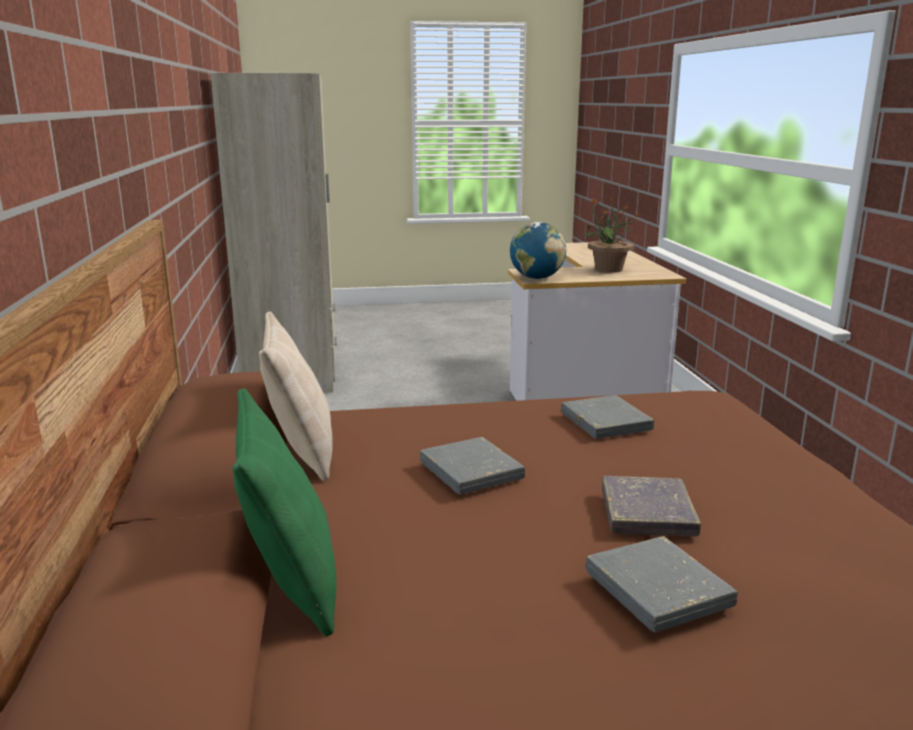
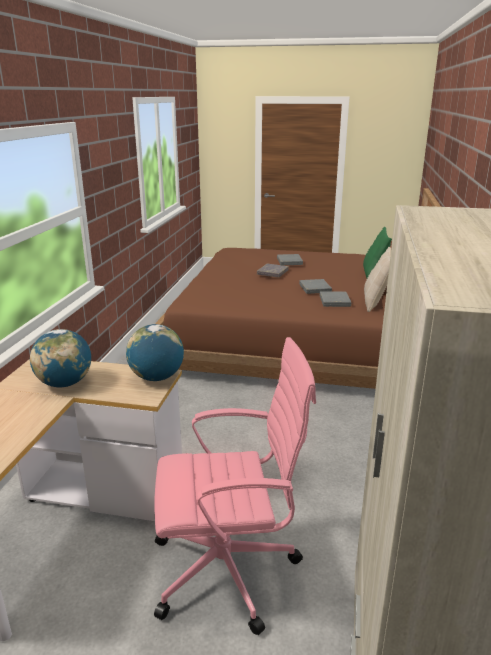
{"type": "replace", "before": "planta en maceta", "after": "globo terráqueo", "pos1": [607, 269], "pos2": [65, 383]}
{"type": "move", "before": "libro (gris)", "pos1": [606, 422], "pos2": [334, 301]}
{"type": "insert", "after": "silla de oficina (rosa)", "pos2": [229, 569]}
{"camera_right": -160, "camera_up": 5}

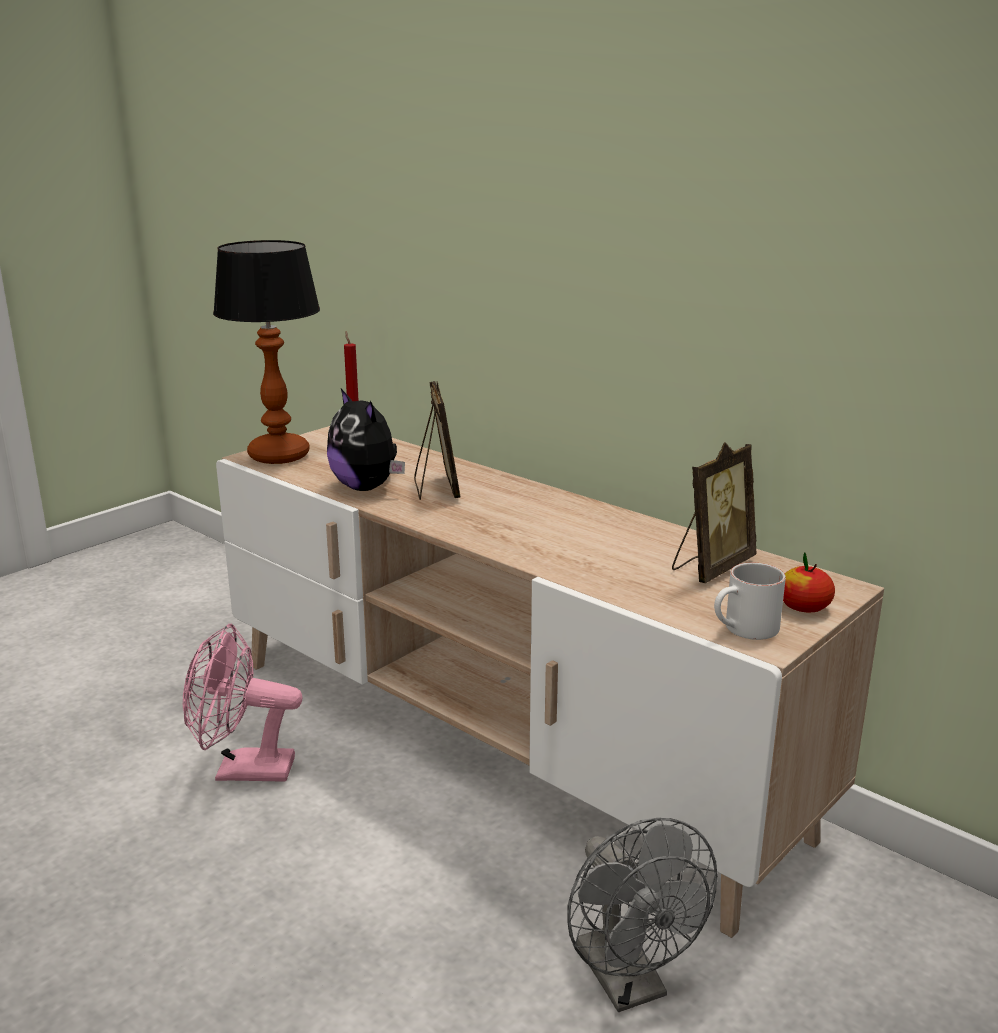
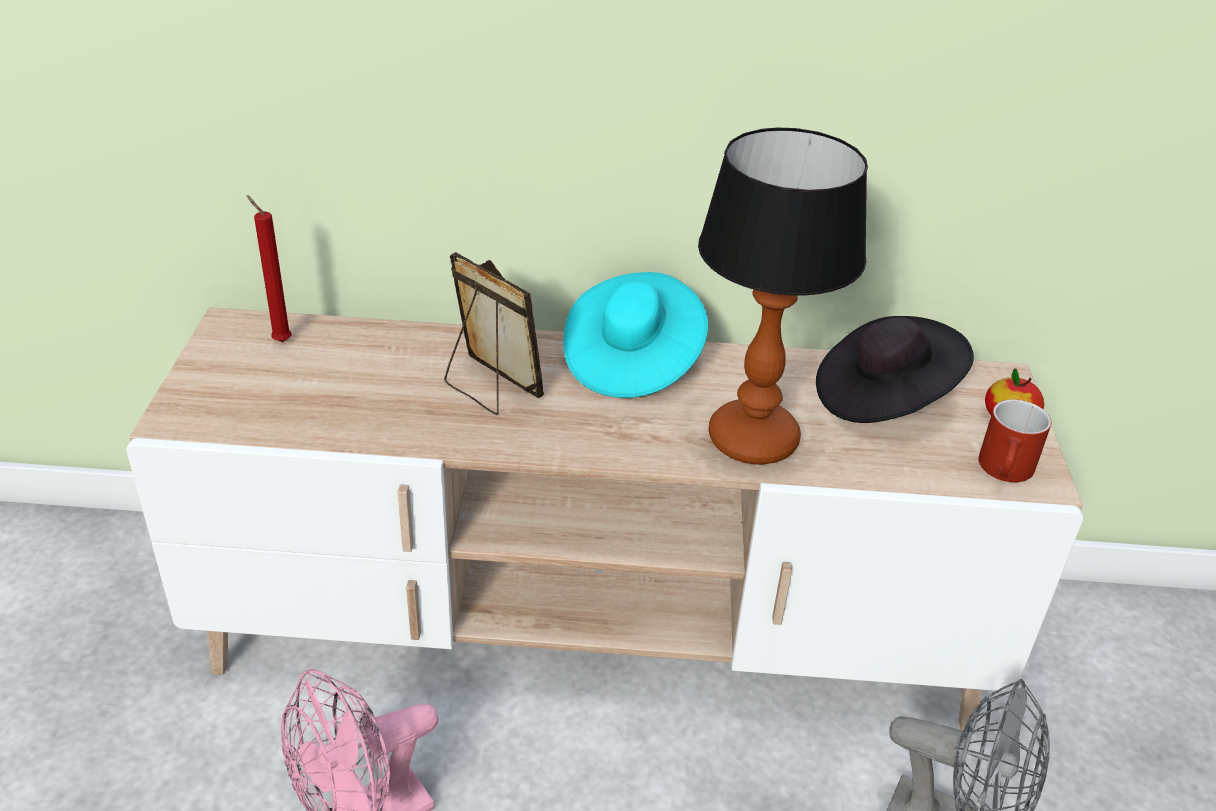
{"type": "move", "before": "lámpara de mesa", "pos1": [280, 456], "pos2": [755, 440]}
{"type": "delete", "before": "peluche", "pos1": [367, 487]}
{"type": "replace", "before": "portarretratos", "after": "sombrero (negro)", "pos1": [711, 567], "pos2": [883, 398]}
{"type": "recolor", "before": "taza grande (blanco)", "after": "taza grande (rojo)", "pos1": [745, 630], "pos2": [1006, 472]}
{"type": "insert", "after": "sombrero (turquesa)", "pos2": [632, 361]}
{"camera_right": -40, "camera_up": 15}

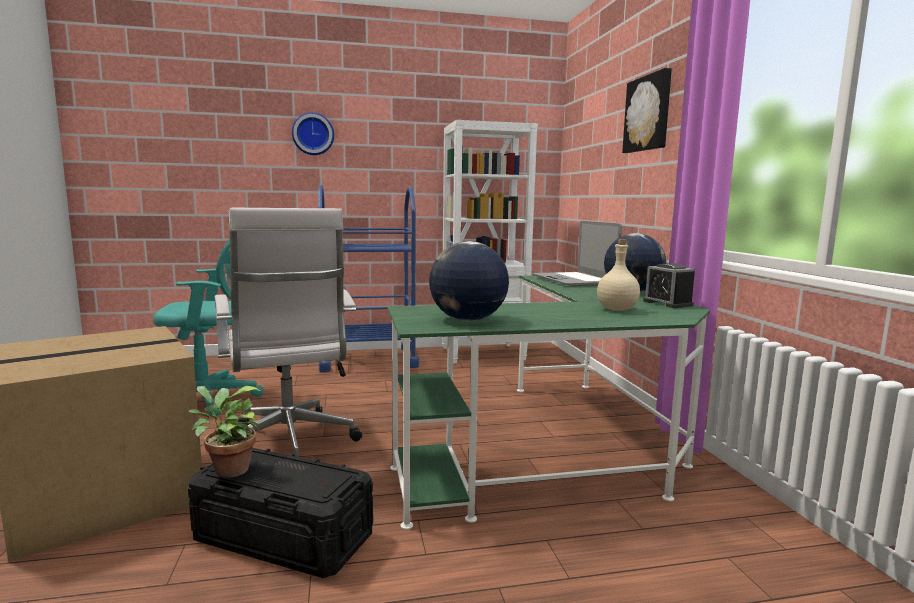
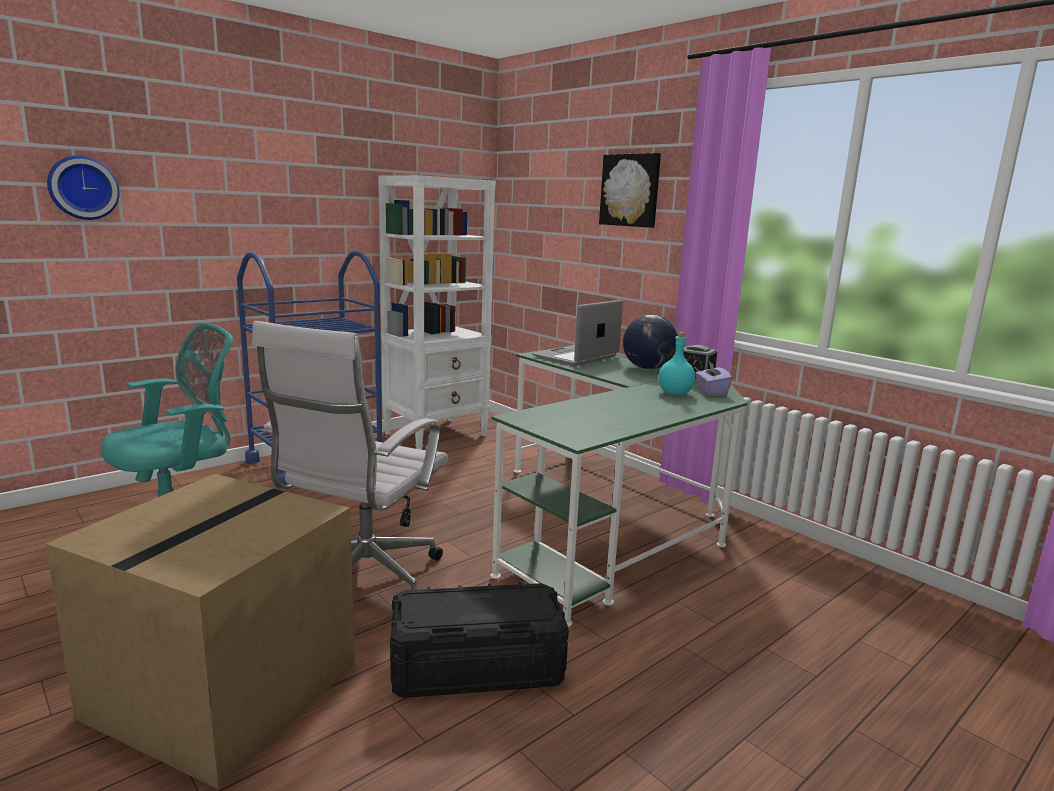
{"type": "move", "before": "reloj de pared", "pos1": [313, 134], "pos2": [83, 188]}
{"type": "rotate", "before": "silla de oficina (blanco)", "pos1": [290, 445], "pos2": [361, 581], "turn": 75}
{"type": "rotate", "before": "portátil", "pos1": [574, 280], "pos2": [576, 357], "turn": 90}
{"type": "recolor", "before": "botella (beis)", "after": "botella (turquesa)", "pos1": [617, 310], "pos2": [675, 393]}
{"type": "delete", "before": "globo terráqueo", "pos1": [467, 320]}
{"type": "delete", "before": "planta en maceta", "pos1": [228, 469]}
{"type": "insert", "after": "caja de pañuelos (morado)", "pos2": [711, 392]}
{"camera_right": -30, "camera_up": 5}

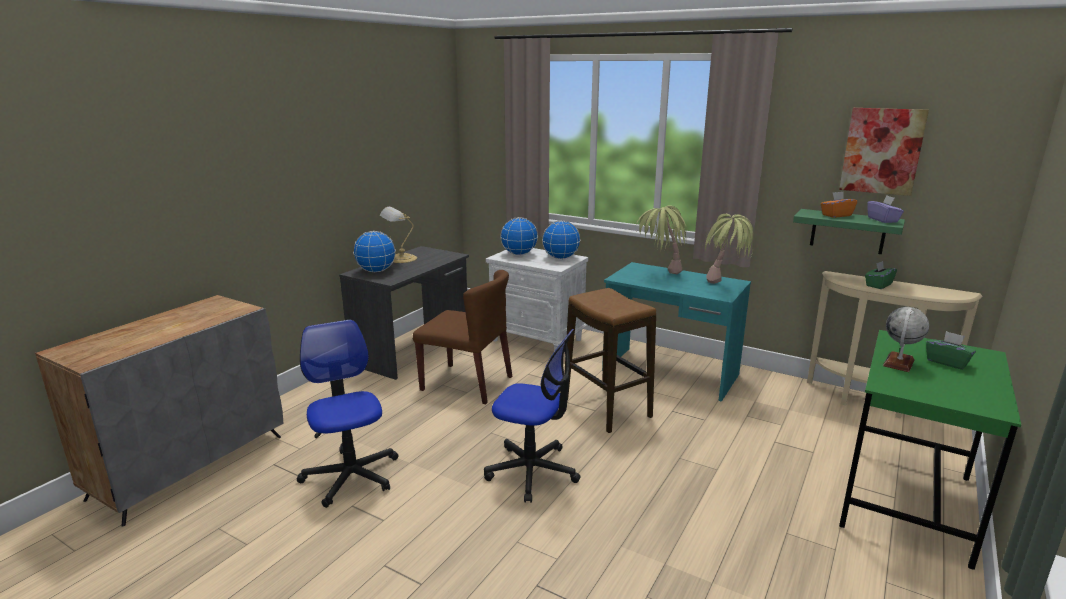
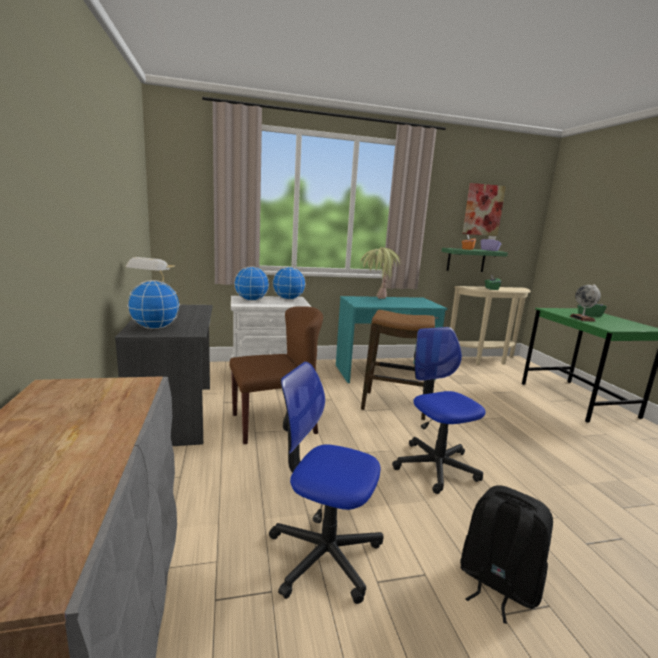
{"type": "delete", "before": "planta en maceta", "pos1": [724, 287]}
{"type": "rotate", "before": "silla de oficina", "pos1": [532, 471], "pos2": [436, 466], "turn": -90}
{"type": "insert", "after": "mochila (negro)", "pos2": [497, 584]}
{"camera_right": -45, "camera_up": -5}

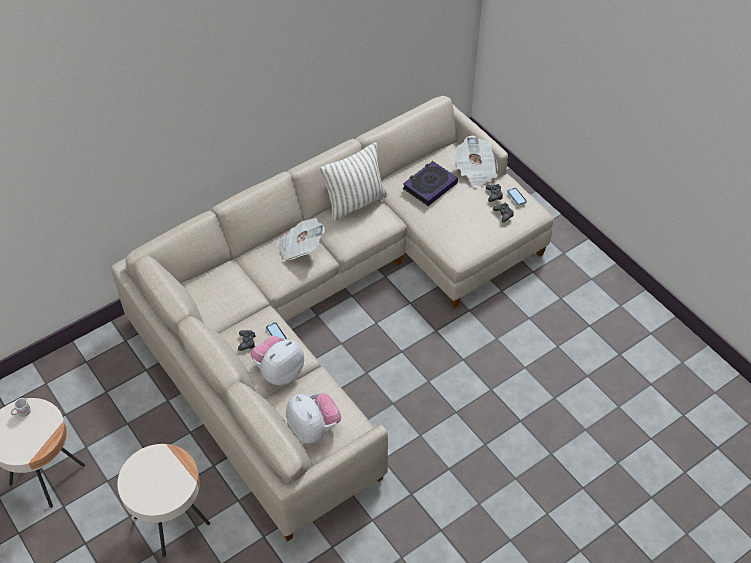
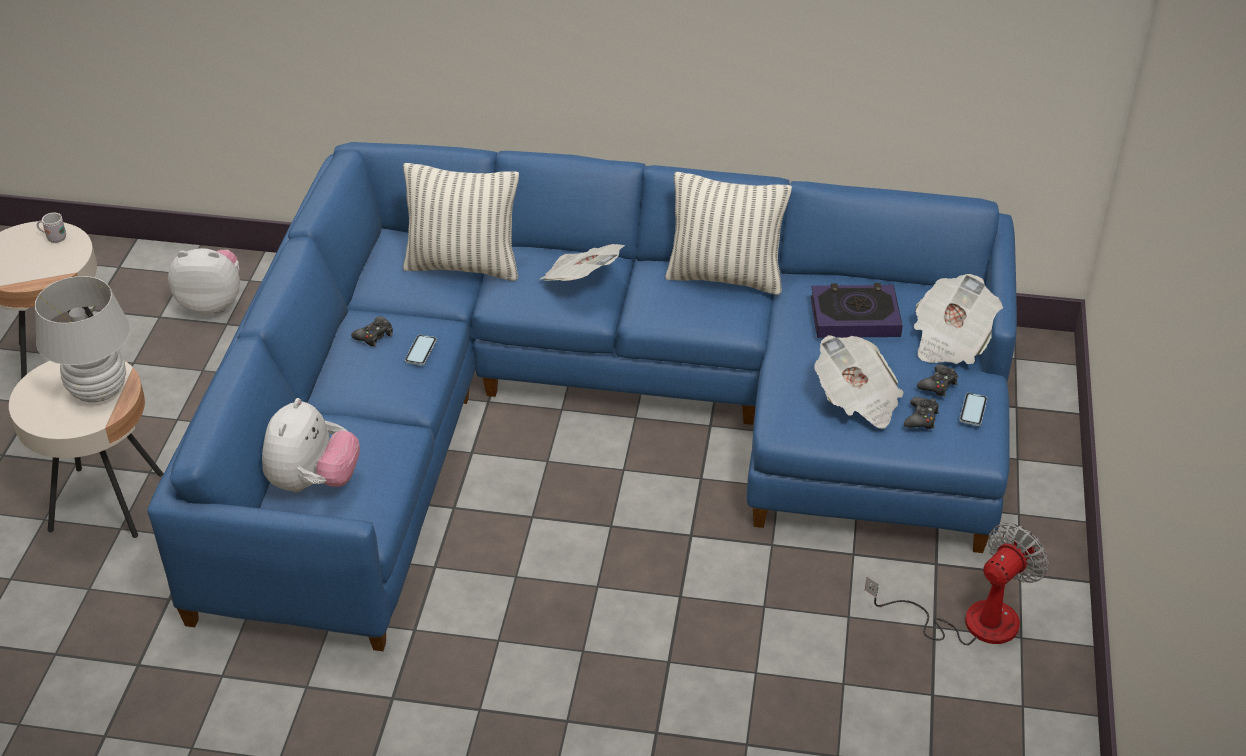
{"type": "recolor", "before": "sofá (beis)", "after": "sofá (azul)", "pos1": [333, 307], "pos2": [594, 414]}
{"type": "move", "before": "peluche", "pos1": [279, 372], "pos2": [212, 303]}
{"type": "insert", "after": "cojín", "pos2": [463, 266]}
{"type": "insert", "after": "lámpara de mesa (blanco)", "pos2": [99, 391]}
{"type": "insert", "after": "periódico", "pos2": [857, 400]}
{"type": "insert", "after": "ventilador", "pos2": [970, 621]}
{"camera_right": 45, "camera_up": -10}

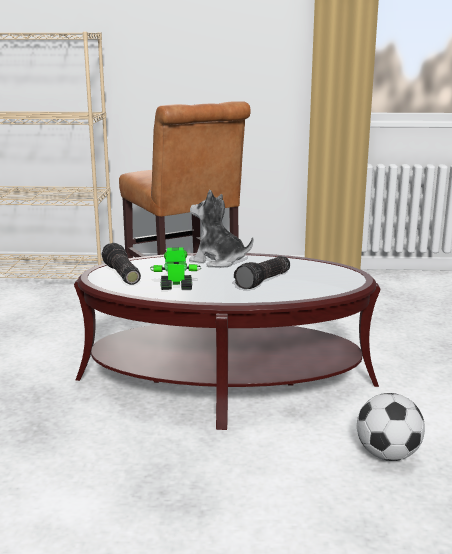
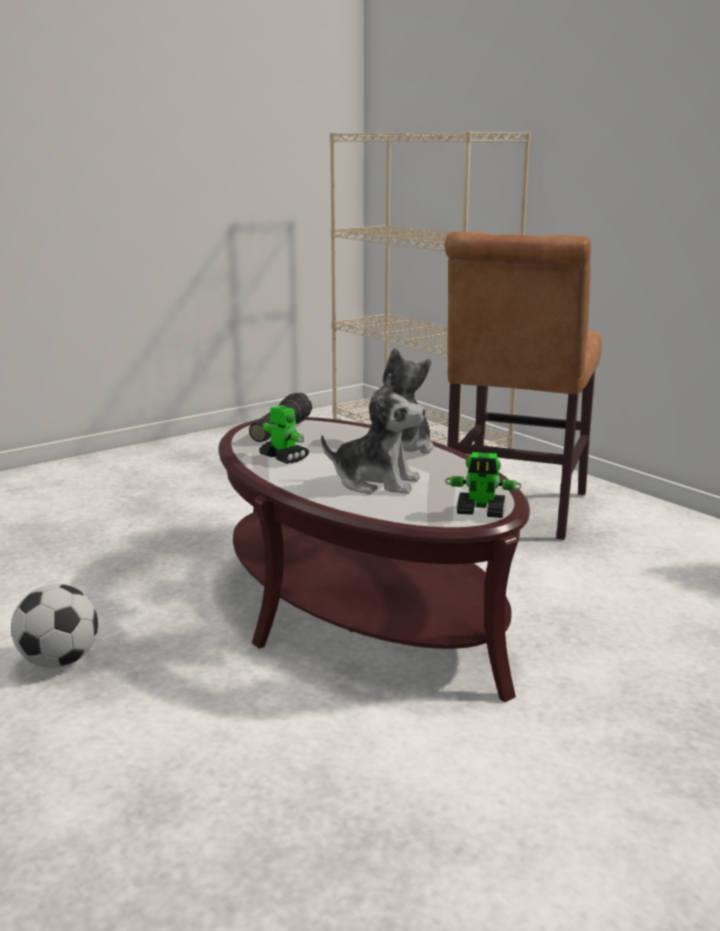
{"type": "replace", "before": "linterna", "after": "peluche", "pos1": [264, 281], "pos2": [376, 482]}
{"type": "move", "before": "balón de fútbol", "pos1": [387, 454], "pos2": [59, 661]}
{"type": "insert", "after": "robot de juguete", "pos2": [481, 512]}
{"camera_right": 50, "camera_up": 0}

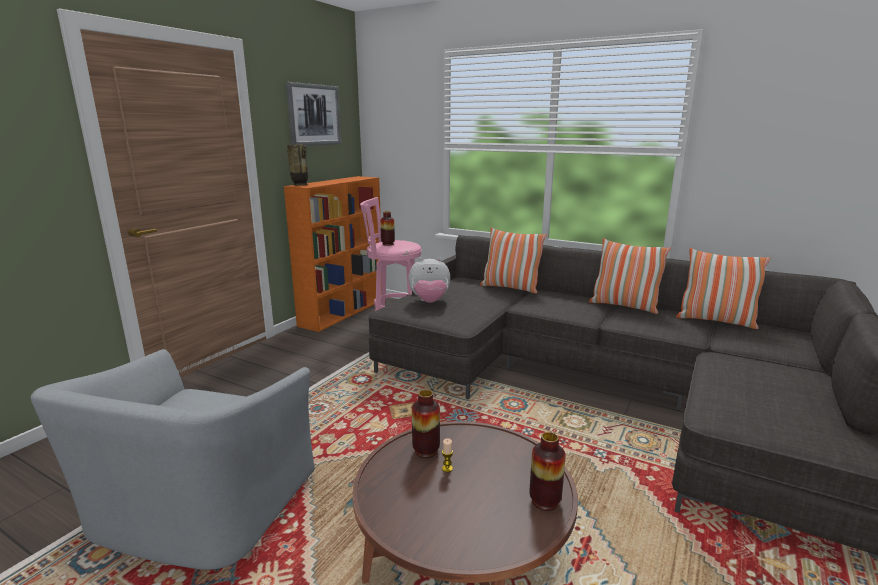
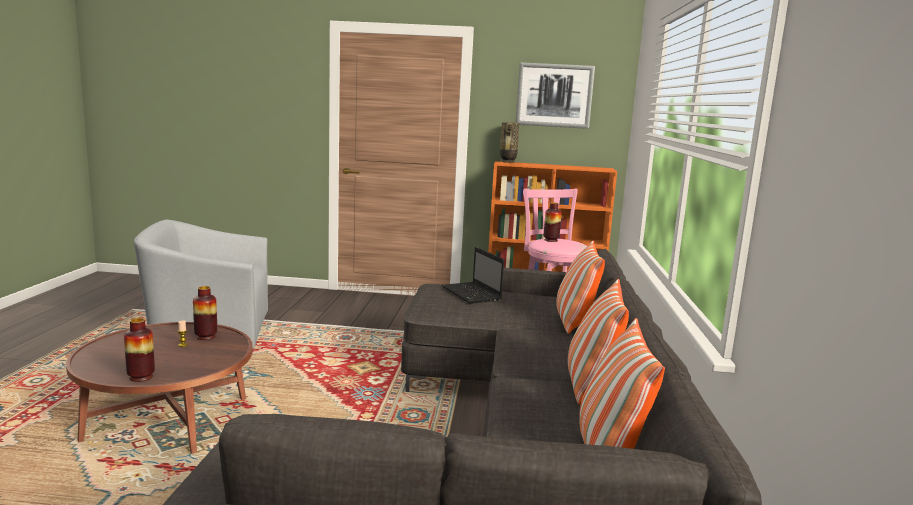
{"type": "replace", "before": "peluche", "after": "portátil", "pos1": [429, 302], "pos2": [472, 294]}
{"camera_right": 65, "camera_up": -5}

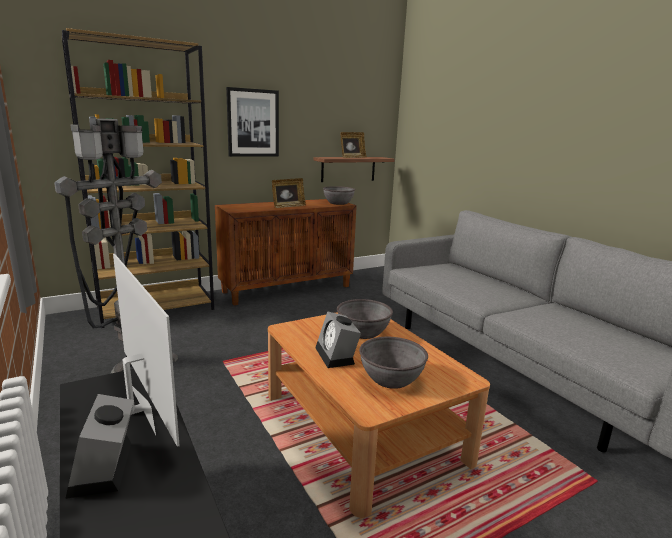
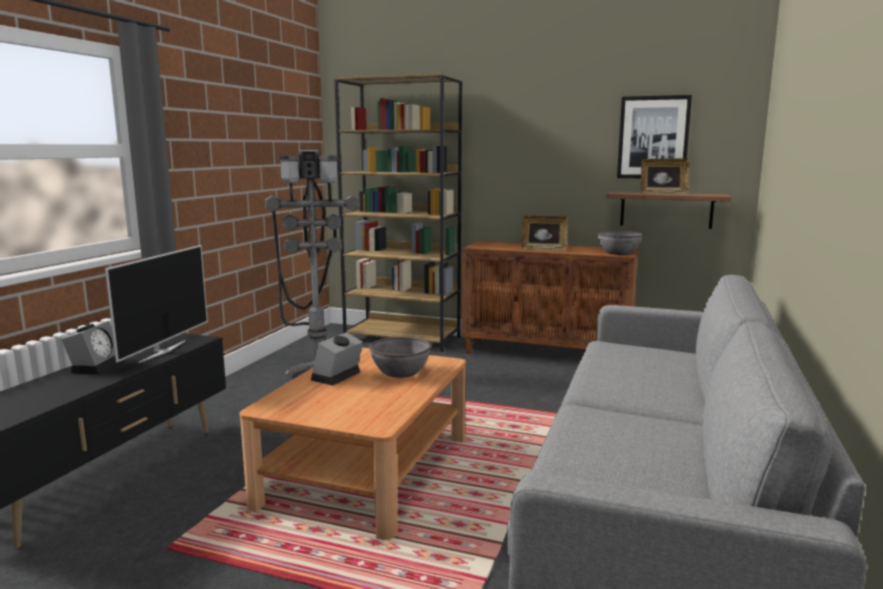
{"type": "move", "before": "cuadro", "pos1": [253, 123], "pos2": [653, 137]}
{"type": "delete", "before": "cuenco (gris)", "pos1": [390, 379]}
{"type": "rotate", "before": "despertador", "pos1": [105, 469], "pos2": [97, 365], "turn": 150}
{"camera_right": 50, "camera_up": -5}

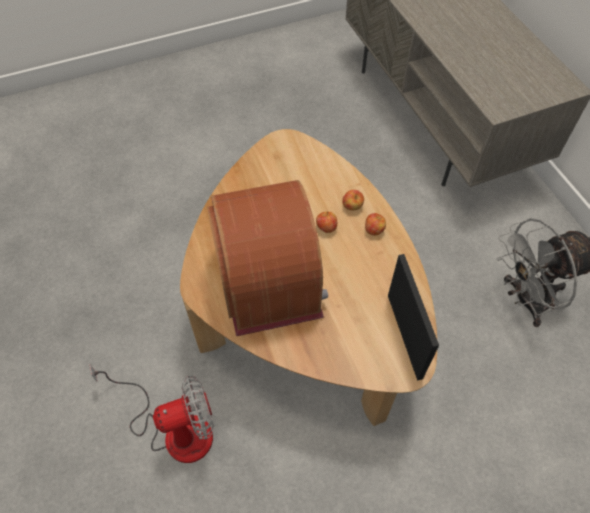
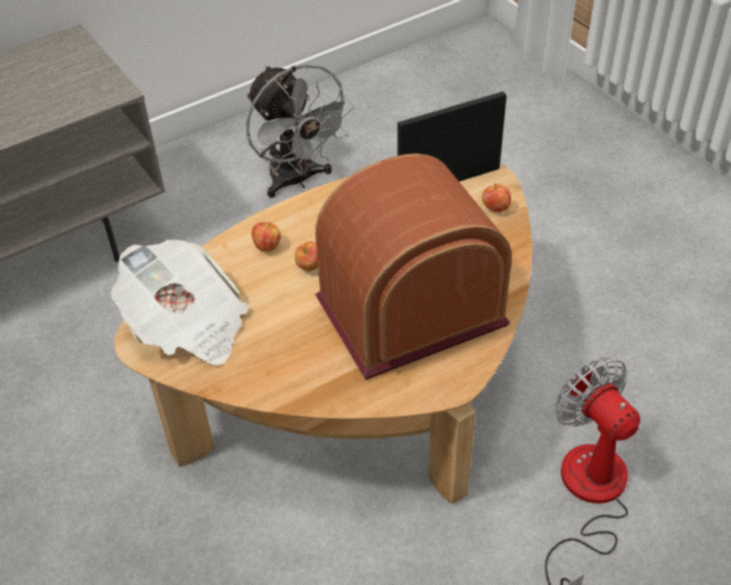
{"type": "move", "before": "manzana", "pos1": [374, 230], "pos2": [495, 208]}
{"type": "insert", "after": "periódico", "pos2": [187, 325]}
{"camera_right": -100, "camera_up": -10}

